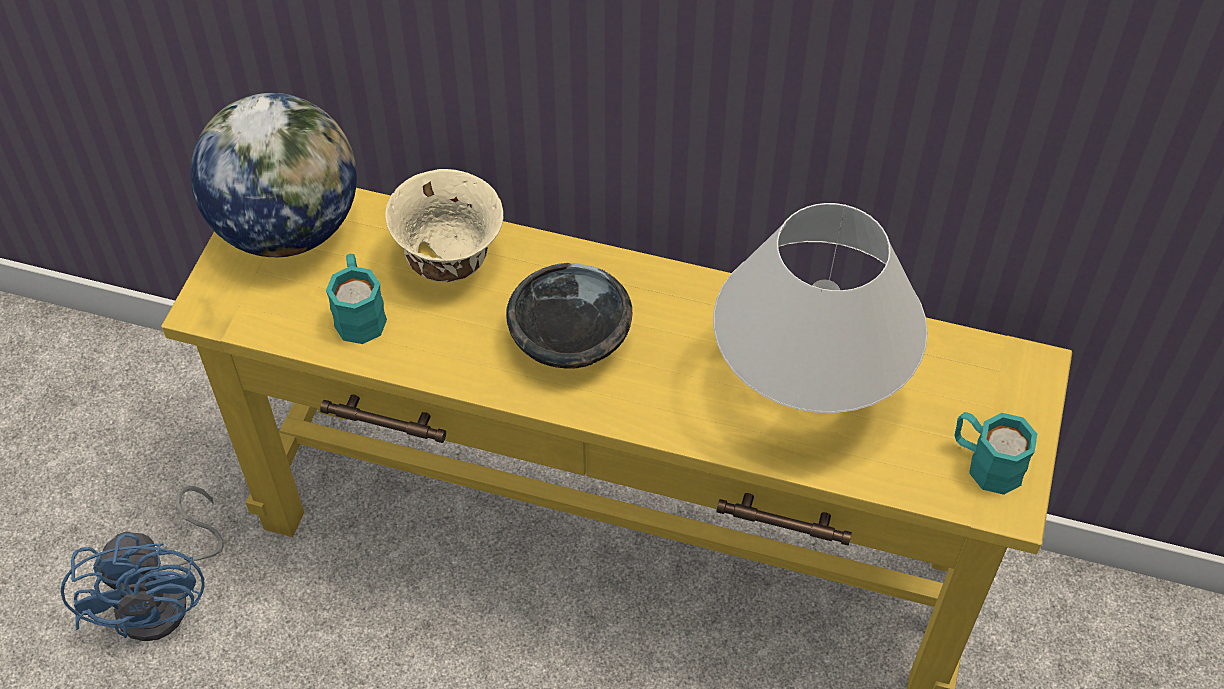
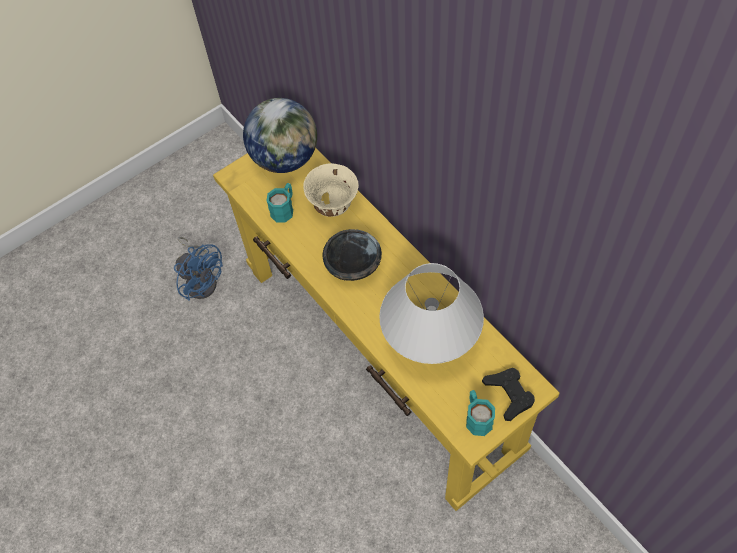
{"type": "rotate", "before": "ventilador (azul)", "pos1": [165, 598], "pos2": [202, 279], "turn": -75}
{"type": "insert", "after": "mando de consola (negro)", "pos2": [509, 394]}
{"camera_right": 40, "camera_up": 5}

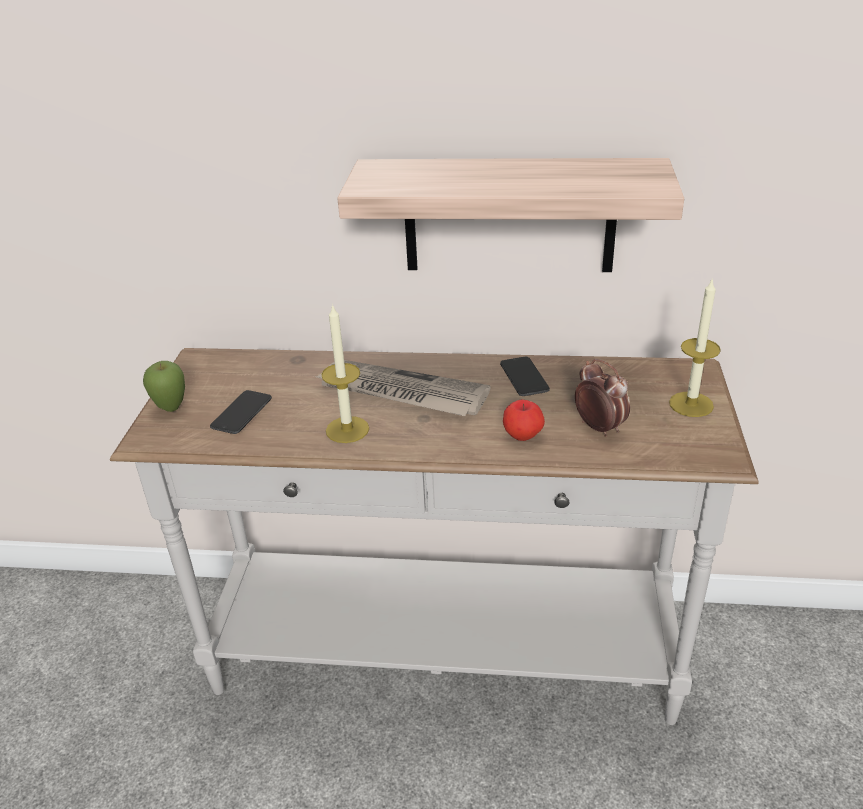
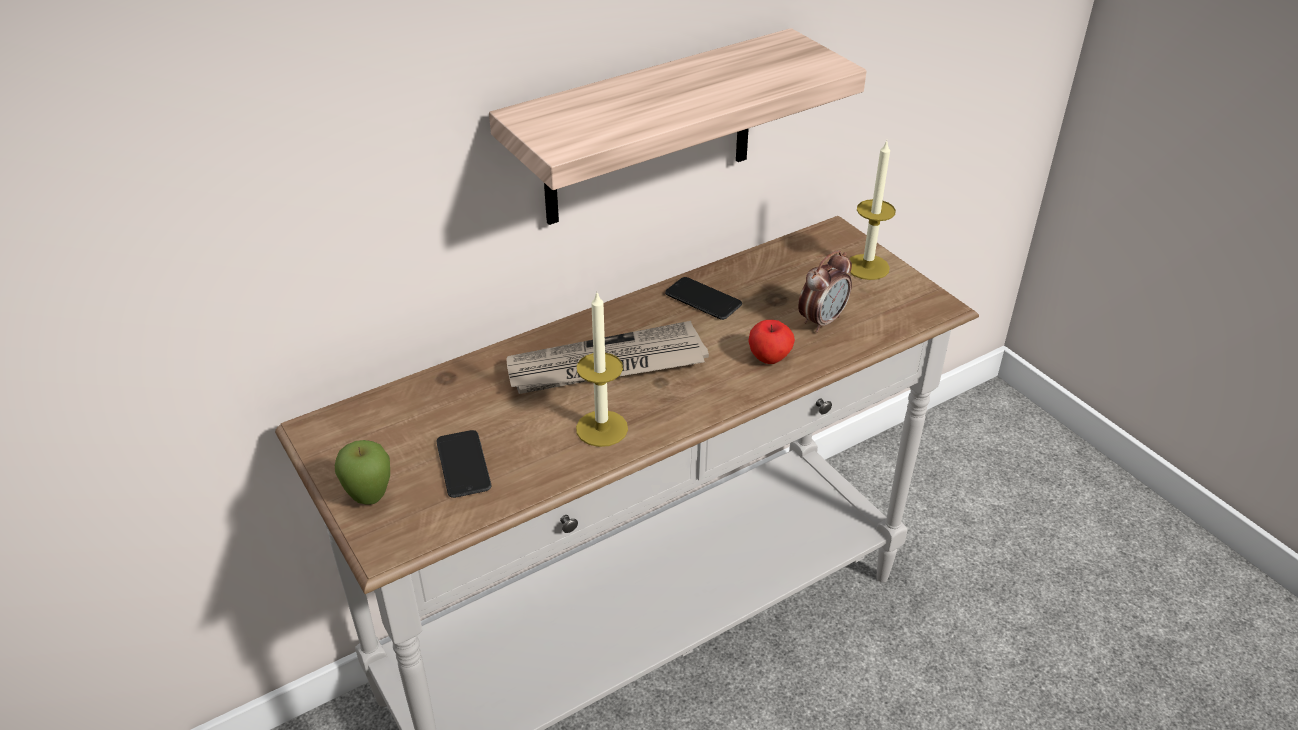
{"type": "rotate", "before": "despertador", "pos1": [599, 427], "pos2": [822, 321], "turn": 120}
{"camera_right": -40, "camera_up": 5}

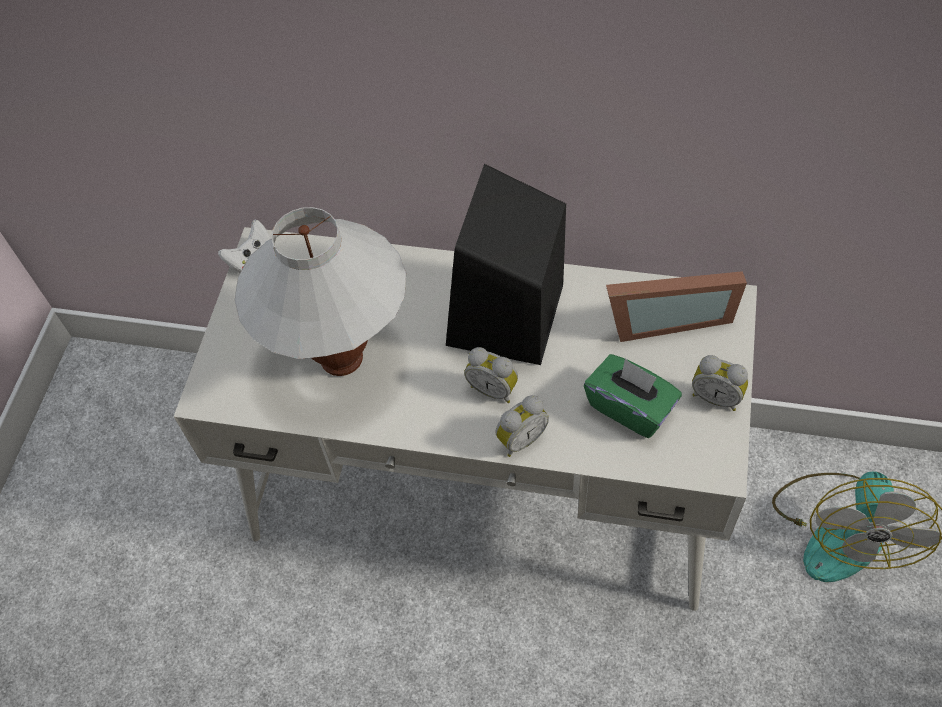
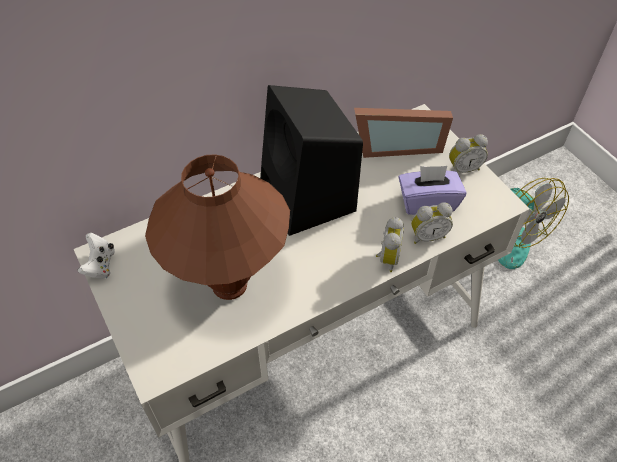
{"type": "recolor", "before": "lámpara de mesa (blanco)", "after": "lámpara de mesa (marrón)", "pos1": [342, 359], "pos2": [230, 285]}
{"type": "rotate", "before": "portarretratos", "pos1": [665, 317], "pos2": [396, 145], "turn": 45}
{"type": "move", "before": "despertador", "pos1": [493, 388], "pos2": [427, 236]}
{"type": "recolor", "before": "caja de pañuelos (verde)", "after": "caja de pañuelos (morado)", "pos1": [630, 407], "pos2": [427, 202]}
{"camera_right": -45, "camera_up": -5}

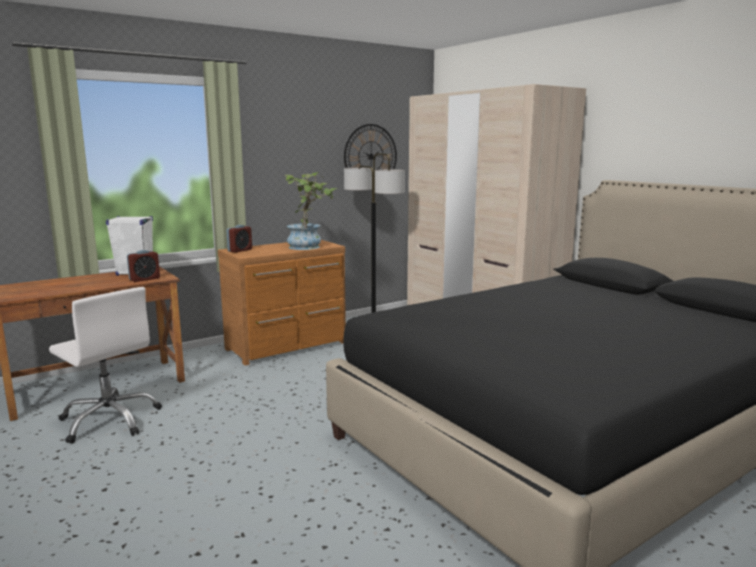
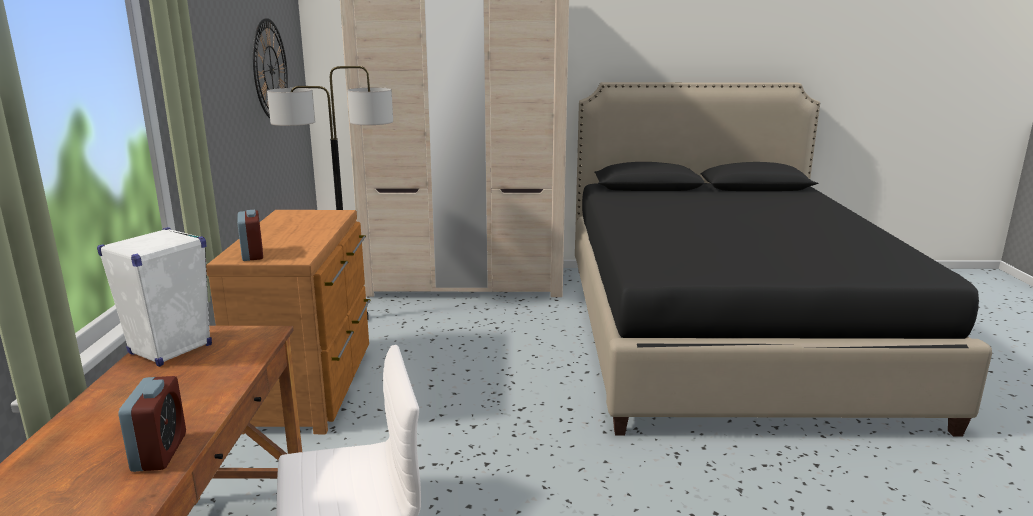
{"type": "delete", "before": "planta en maceta", "pos1": [309, 246]}
{"type": "move", "before": "despertador", "pos1": [144, 279], "pos2": [159, 452]}
{"camera_right": -55, "camera_up": 5}

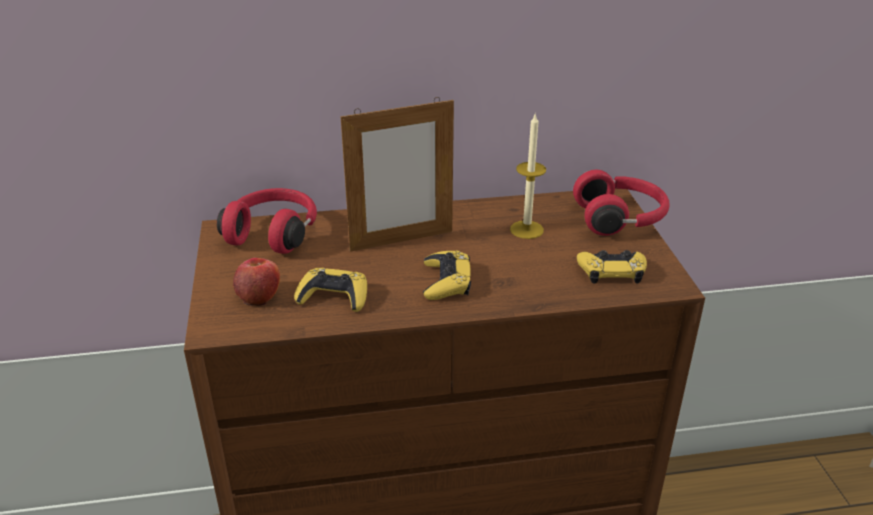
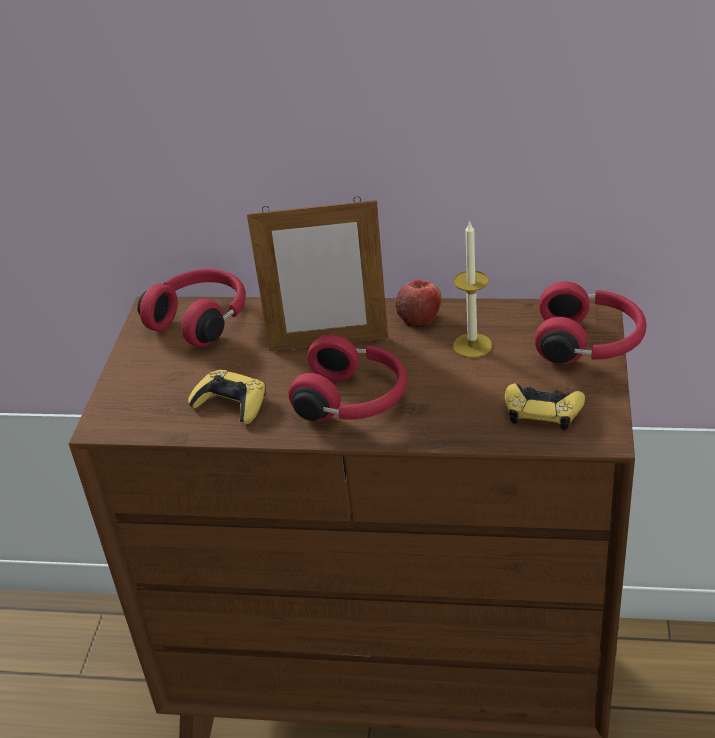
{"type": "replace", "before": "mando de consola (amarillo)", "after": "auriculares (rojo)", "pos1": [446, 281], "pos2": [353, 400]}
{"type": "move", "before": "manzana", "pos1": [259, 296], "pos2": [419, 318]}
{"camera_right": 20, "camera_up": 5}

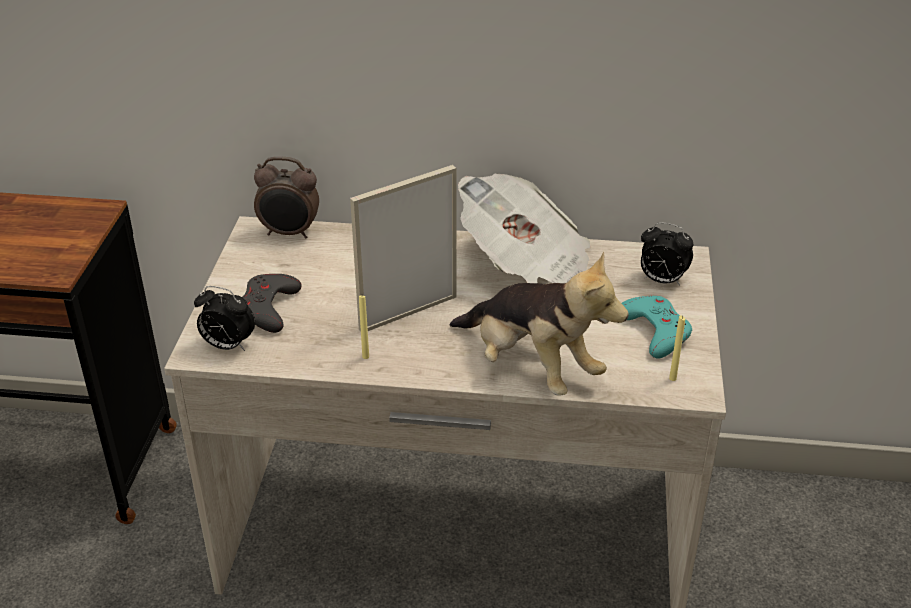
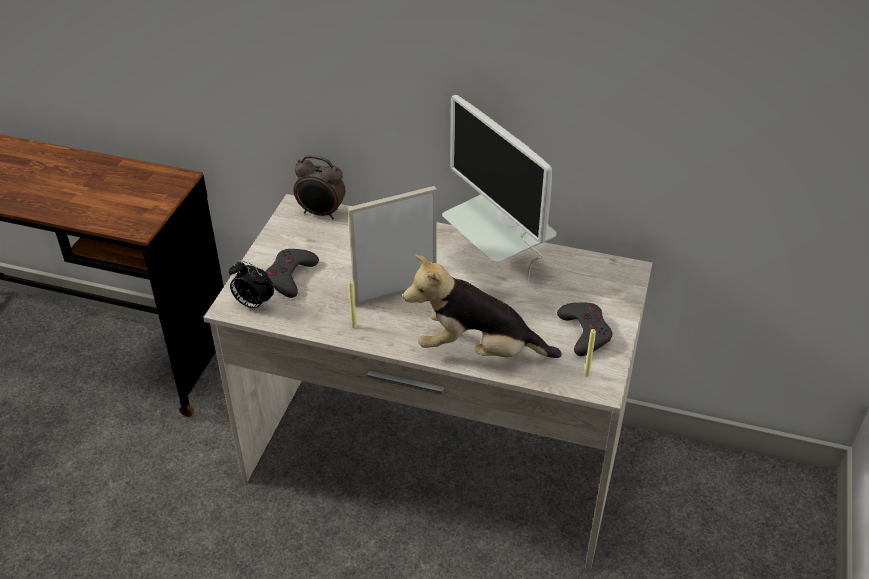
{"type": "replace", "before": "periódico", "after": "monitor", "pos1": [527, 266], "pos2": [499, 263]}
{"type": "delete", "before": "despertador", "pos1": [661, 280]}
{"type": "rotate", "before": "peluche", "pos1": [531, 367], "pos2": [478, 351], "turn": 135}
{"type": "recolor", "before": "mando de consola (turquesa)", "after": "mando de consola (gris)", "pos1": [655, 331], "pos2": [585, 332]}
{"camera_right": 10, "camera_up": 5}

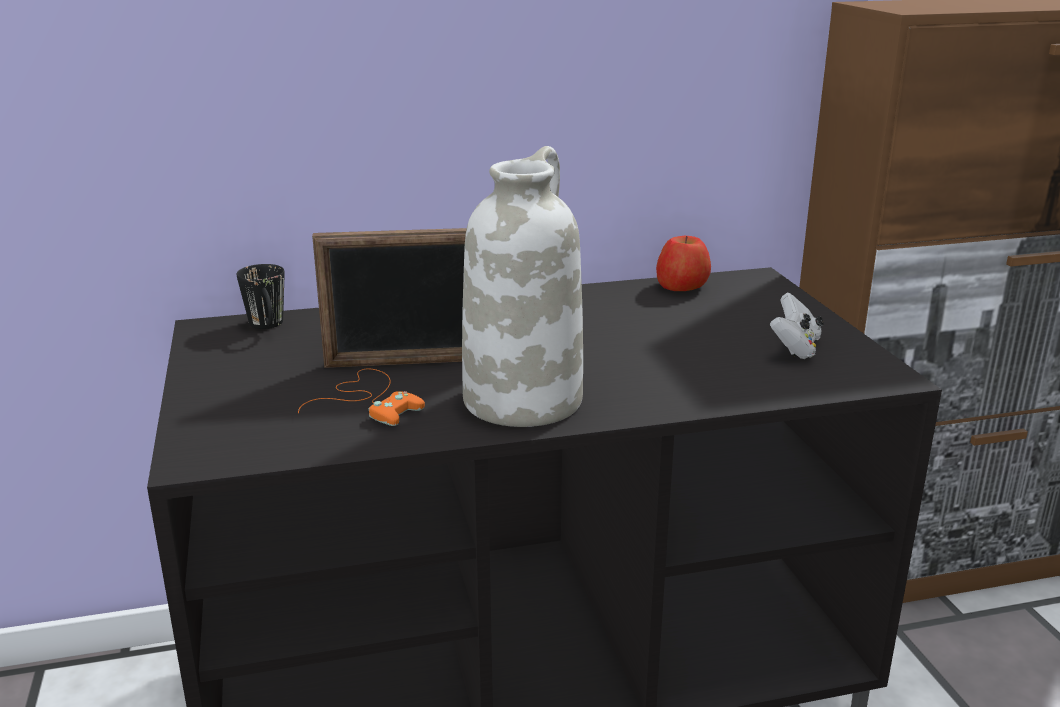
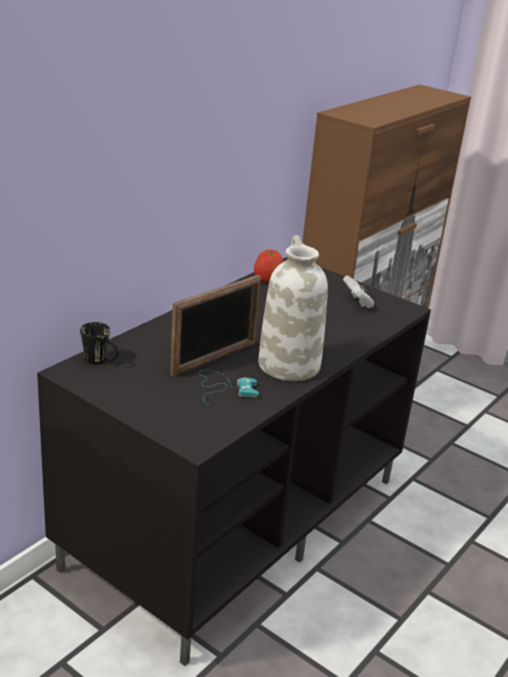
{"type": "recolor", "before": "mando de consola (naranja)", "after": "mando de consola (turquesa)", "pos1": [369, 400], "pos2": [224, 387]}
{"camera_right": -40, "camera_up": 5}

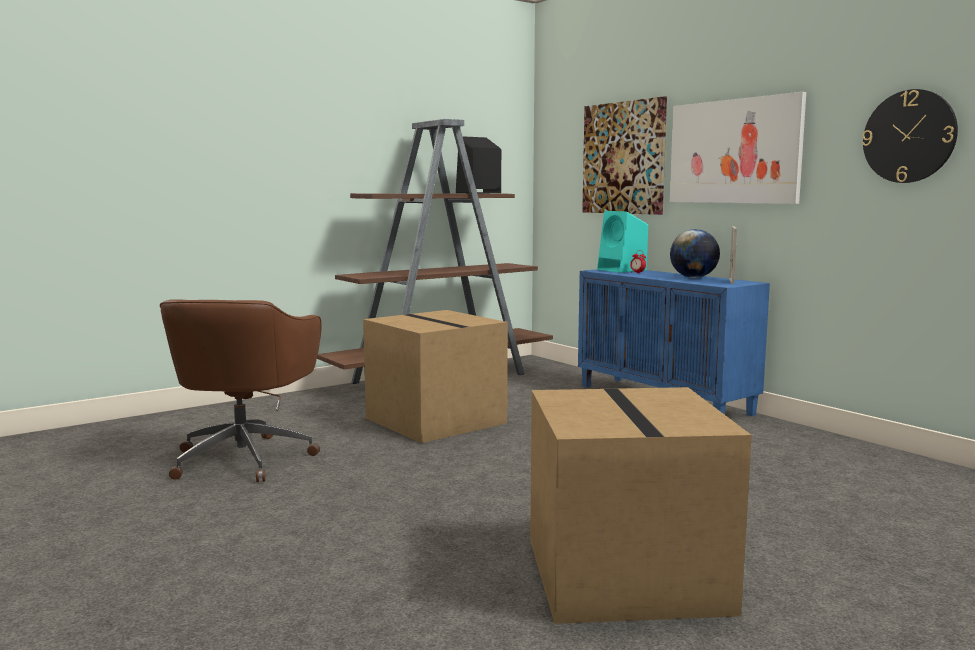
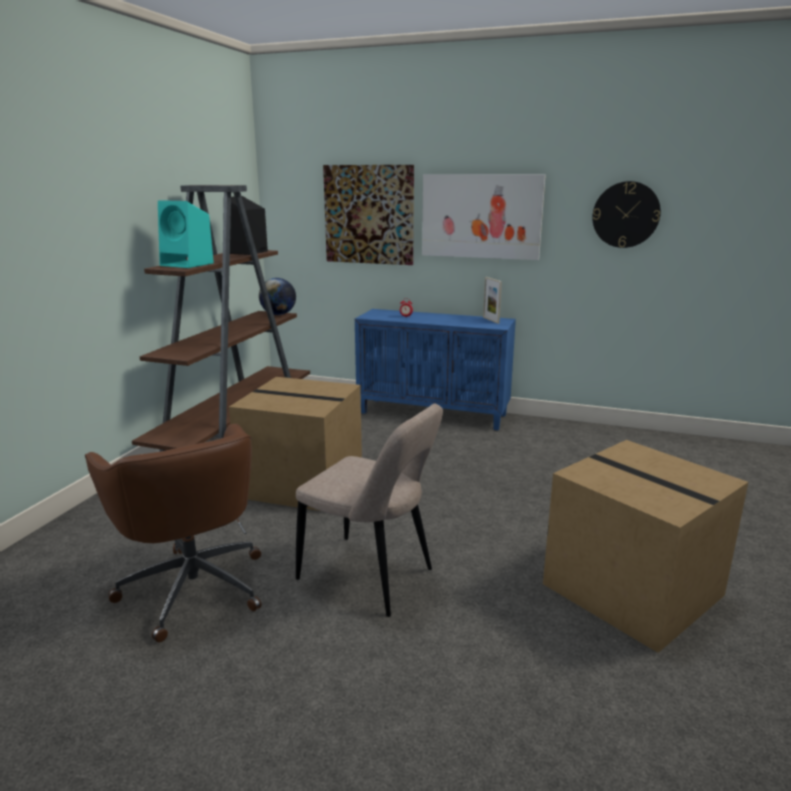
{"type": "move", "before": "altavoz (turquesa)", "pos1": [622, 270], "pos2": [188, 264]}
{"type": "move", "before": "globo terráqueo", "pos1": [693, 277], "pos2": [278, 314]}
{"type": "insert", "after": "silla (beis)", "pos2": [371, 577]}
{"camera_right": -35, "camera_up": 10}

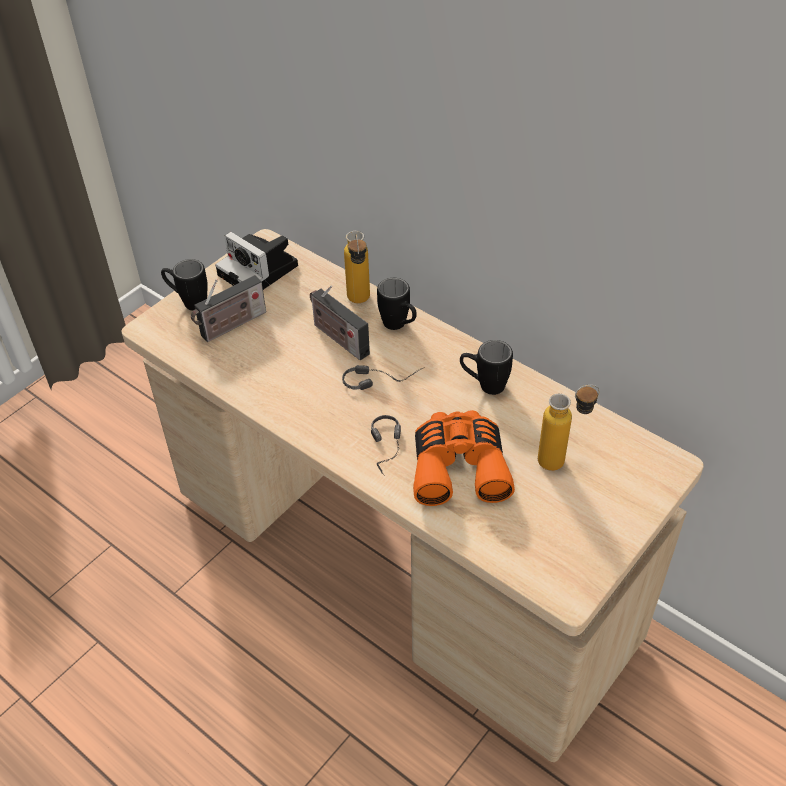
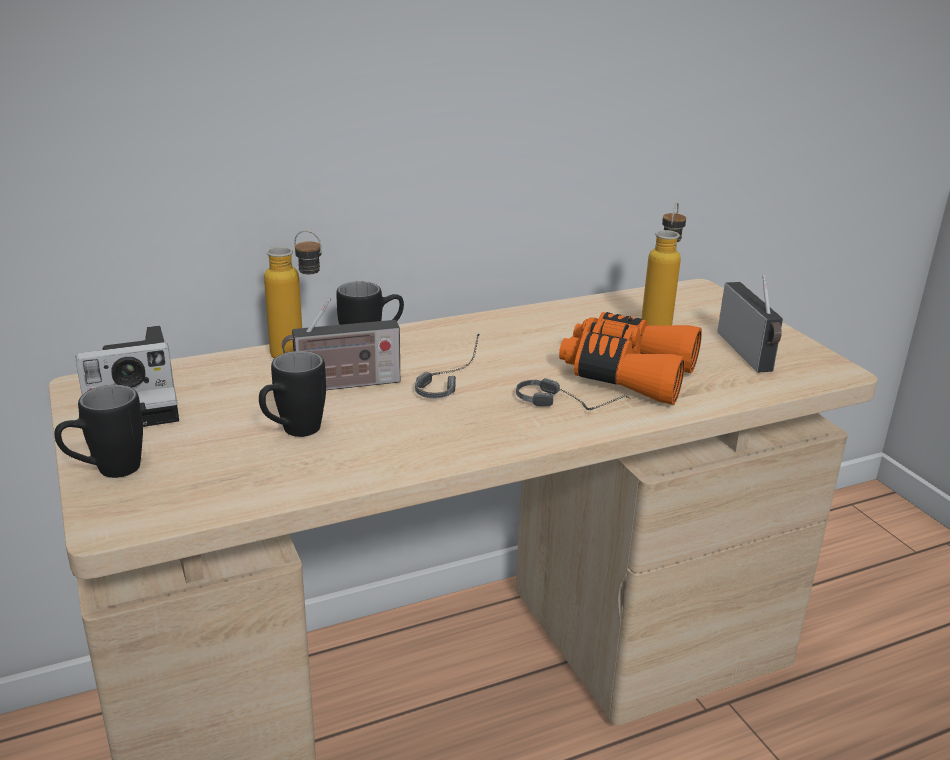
{"type": "move", "before": "radio", "pos1": [231, 326], "pos2": [747, 353]}
{"type": "move", "before": "taza grande (negro)", "pos1": [484, 385], "pos2": [293, 433]}
{"camera_right": -65, "camera_up": -20}

